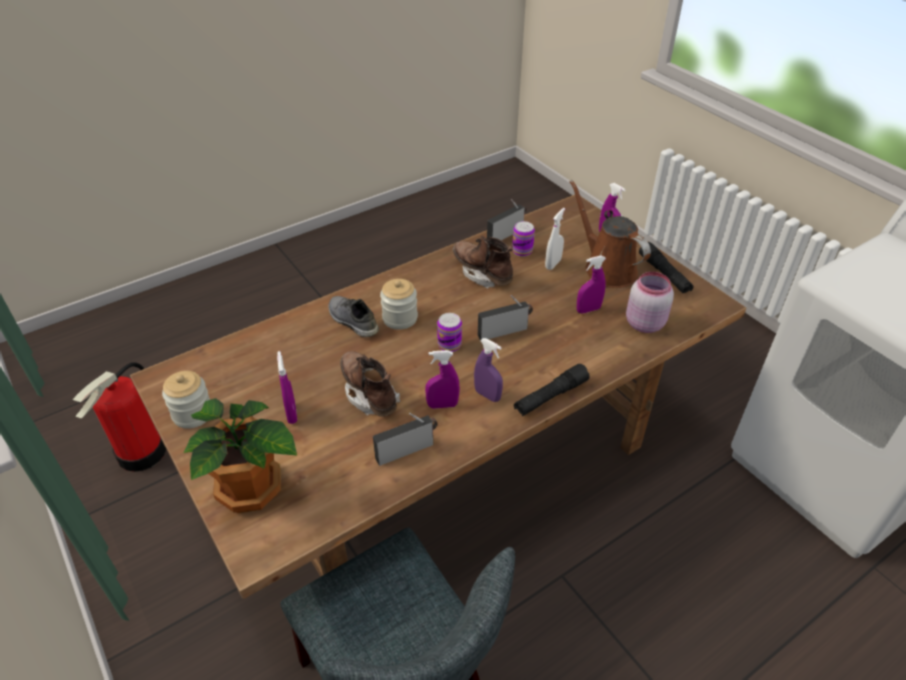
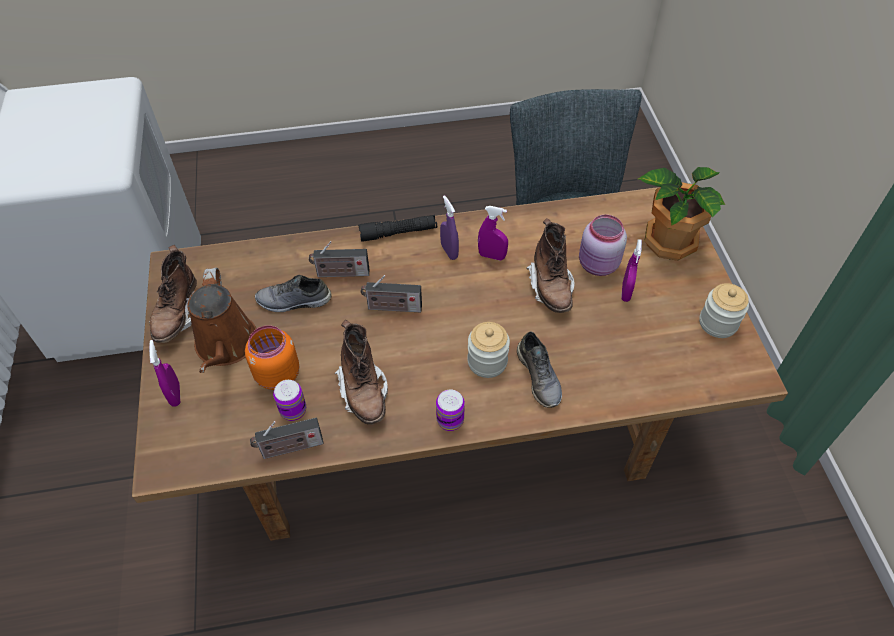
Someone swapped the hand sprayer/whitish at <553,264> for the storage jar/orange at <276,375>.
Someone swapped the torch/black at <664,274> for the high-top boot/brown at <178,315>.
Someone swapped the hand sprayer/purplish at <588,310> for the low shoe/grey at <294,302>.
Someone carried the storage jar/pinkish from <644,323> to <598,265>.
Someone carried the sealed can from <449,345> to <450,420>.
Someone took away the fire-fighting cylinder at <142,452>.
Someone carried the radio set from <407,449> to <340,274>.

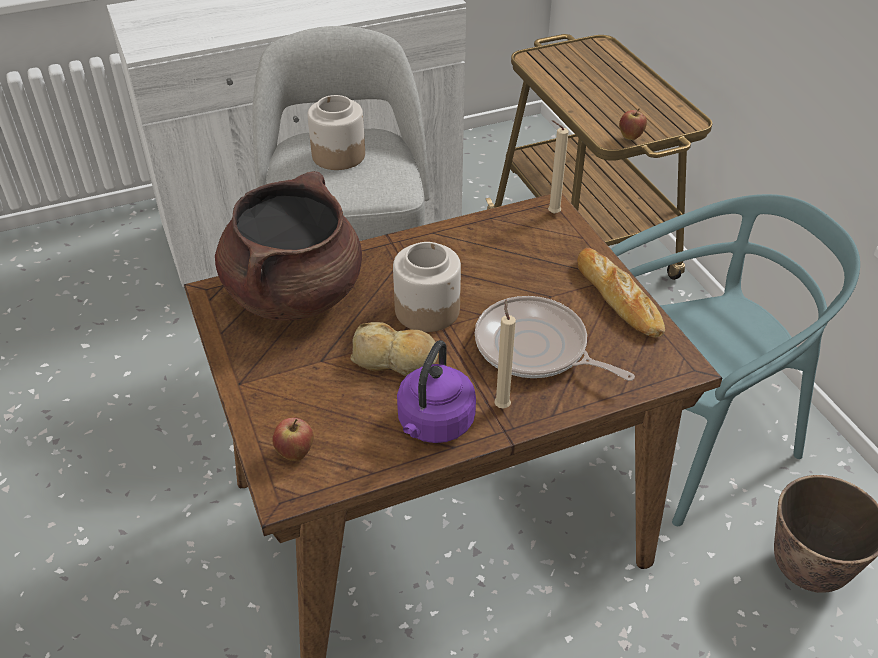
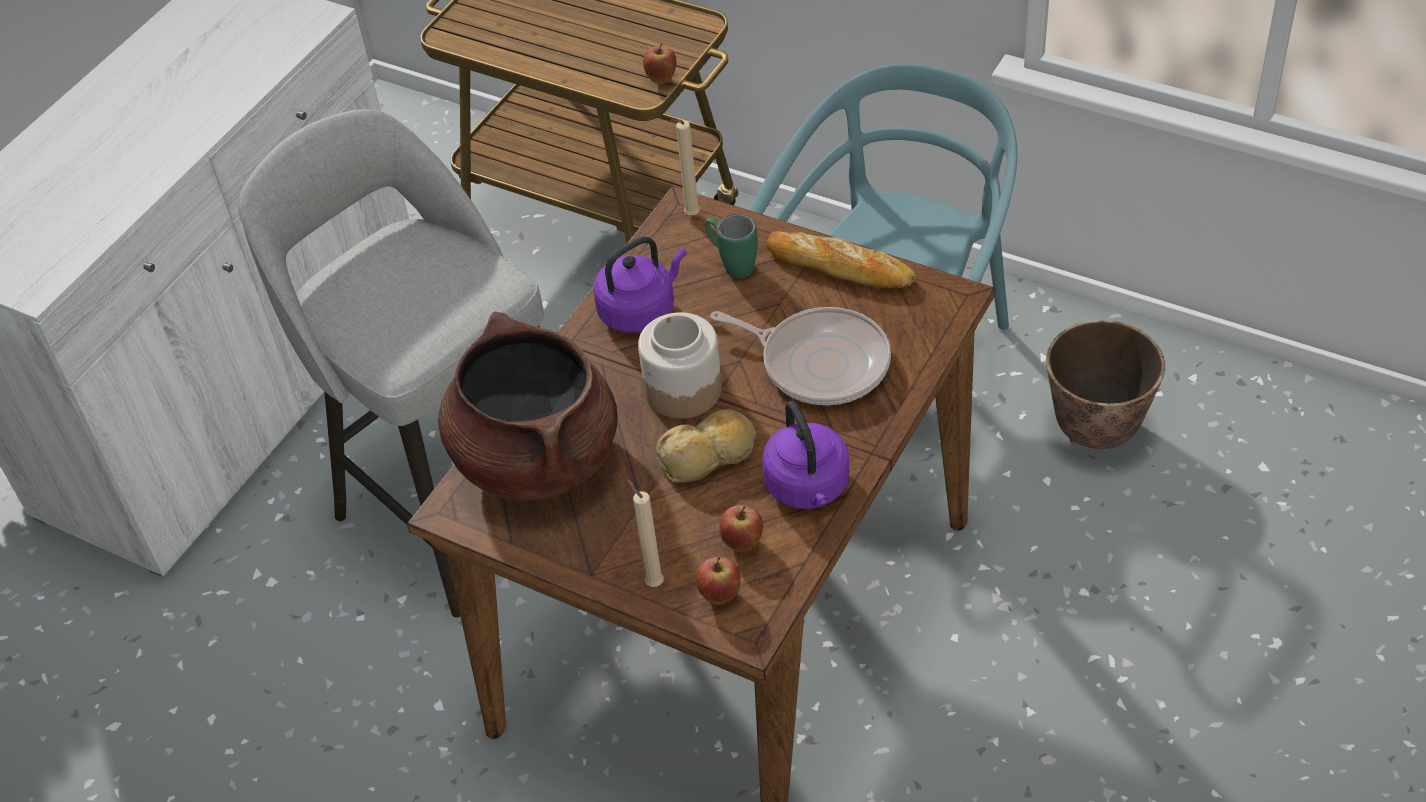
Someone took away the storage jar at <338,155>.
Someone rotated the pan at <535,348> by 150 degrees counterclockwise.
Someone carried the wax light/sand-coloured from <501,404> to <652,582>.
Someone put down the mug/green at <732,264>.
Someone put down the kettle/purplish at <640,310>.
Someone put down the whole apple at <742,543>.

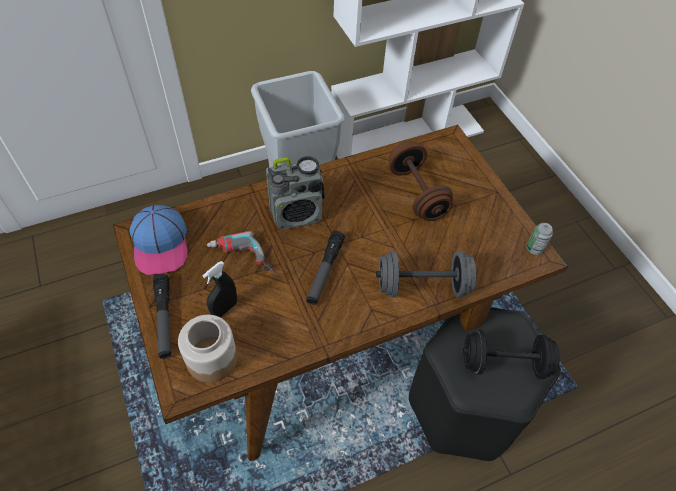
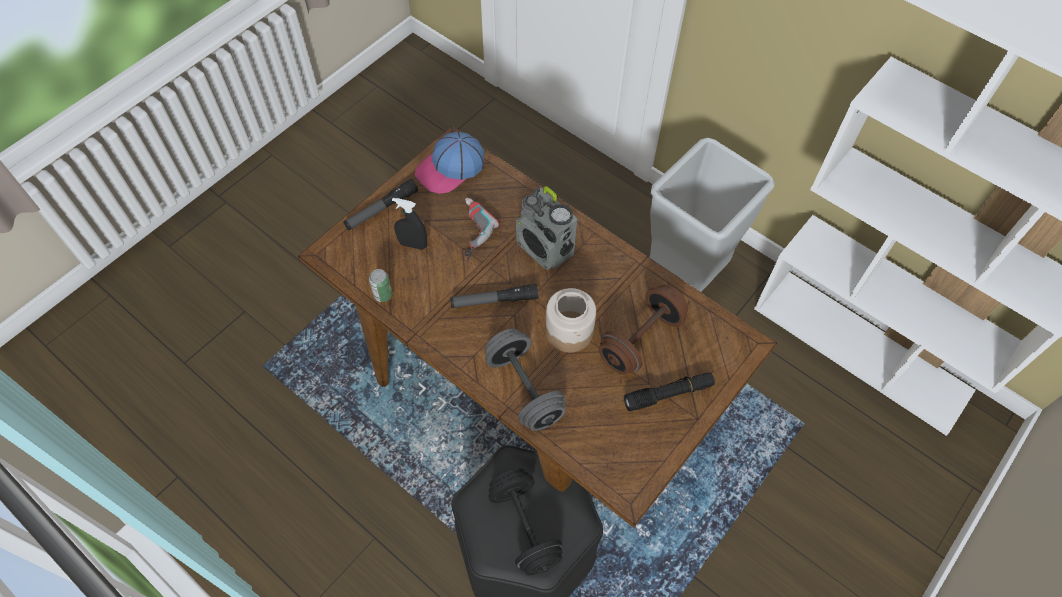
Someone carried the sealed can from <534,248> to <383,295>.
Someone carried the storage jar from <212,358> to <569,331>.
Someone put down the torch/black at <668,394>.

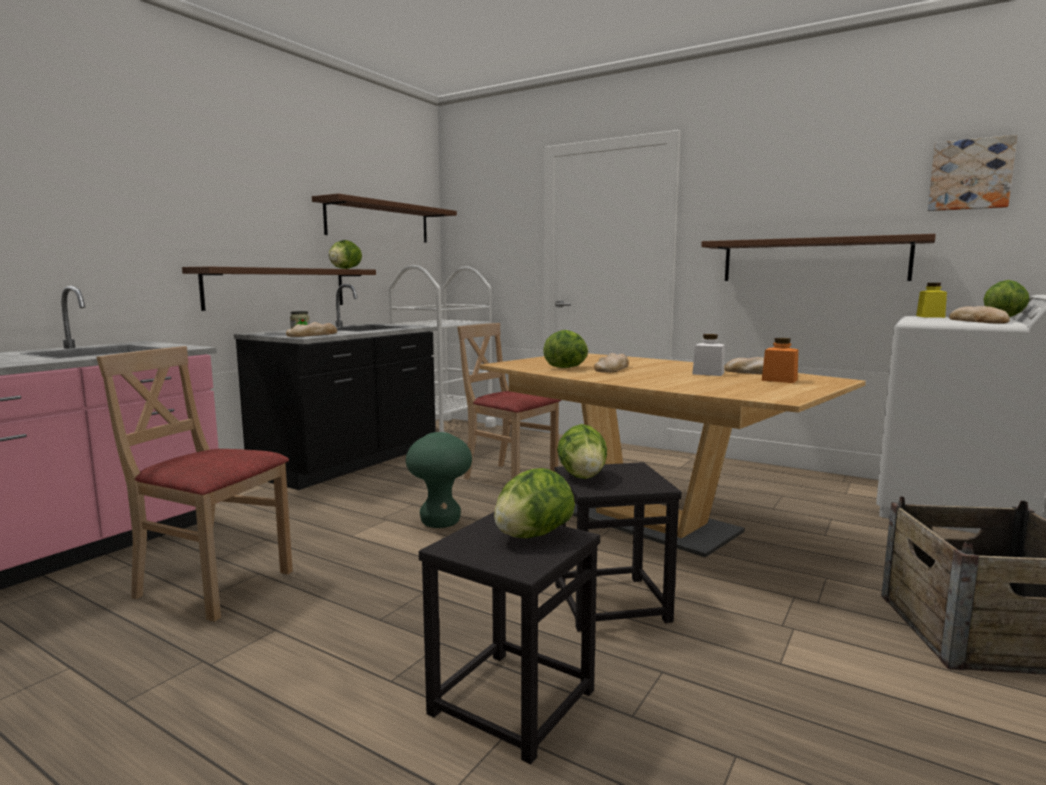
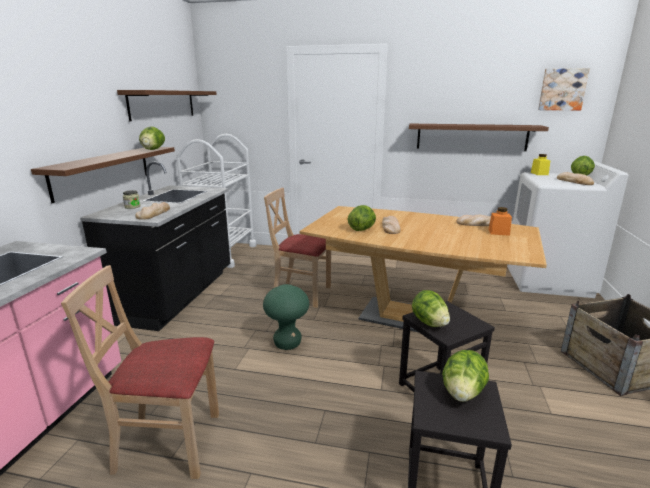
Someone took away the storage jar/whitish at <708,373>.

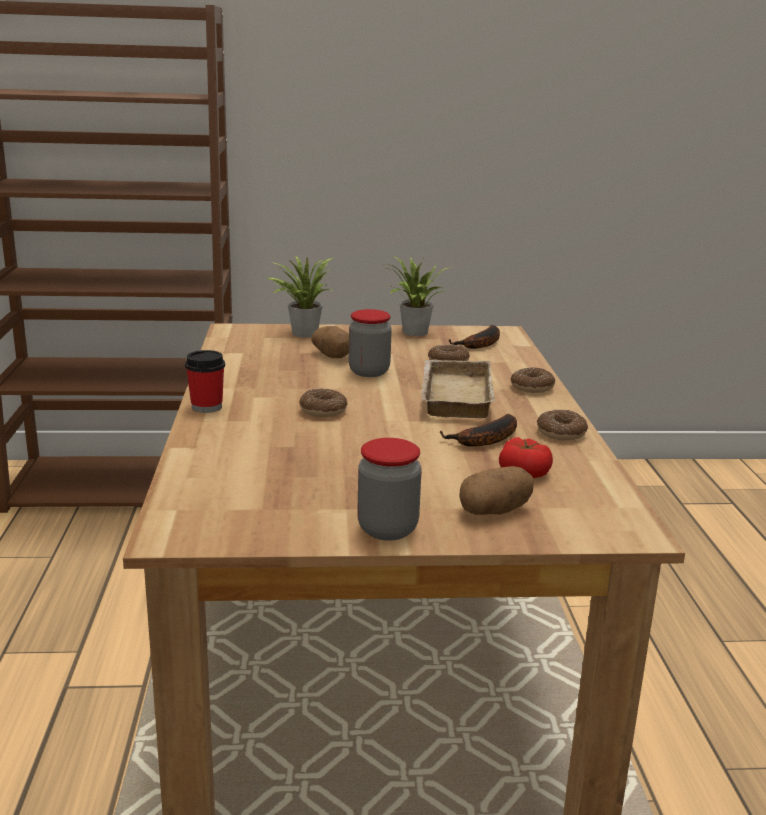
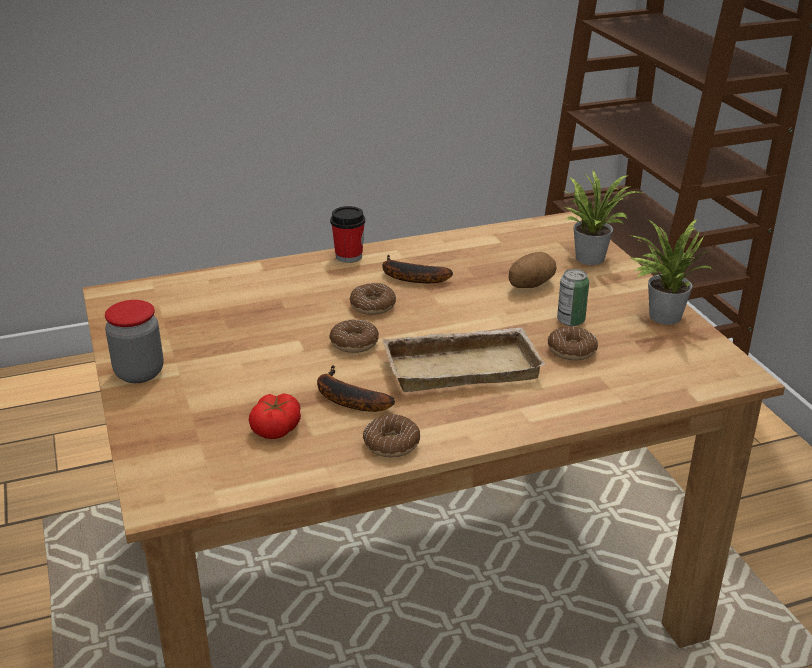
Someone took away the storage jar at <369,372>.
Someone carried the banana fruit from <481,344> to <409,277>.
Someone carried the donut from <532,387> to <354,343>.
Someone took away the spud at <494,511>.
Someone put down the sealed can at <570,321>.

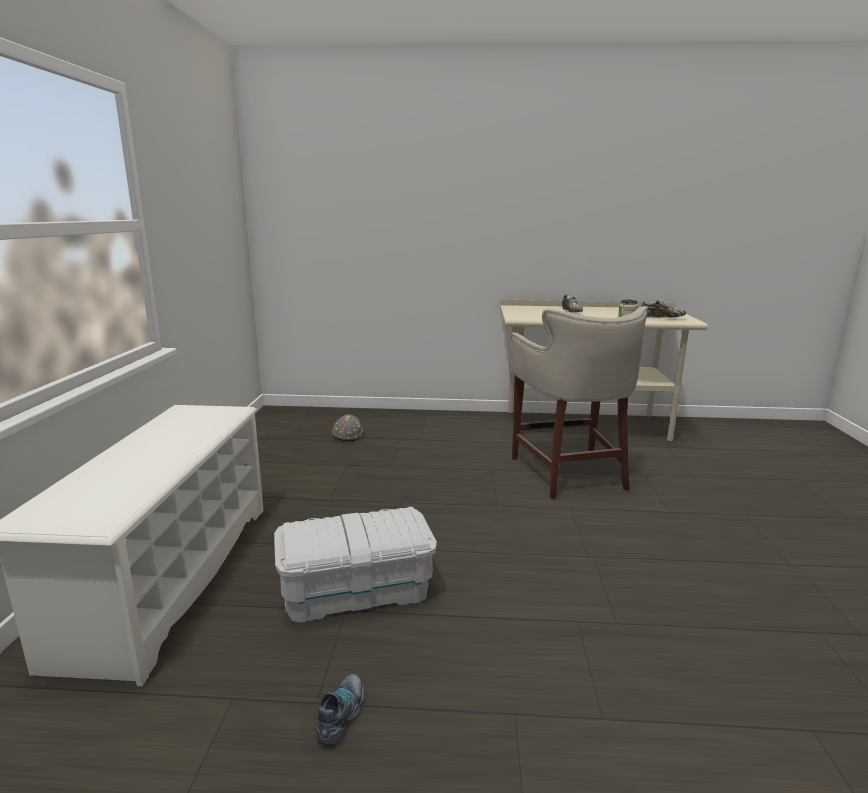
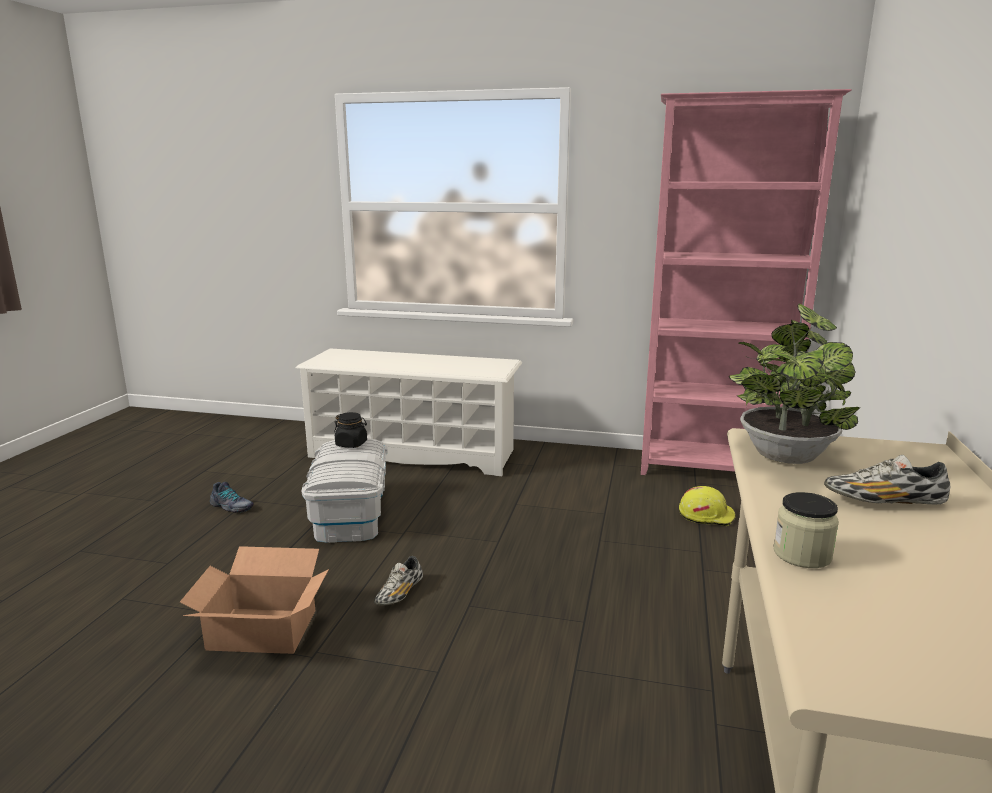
Someone carried the low shoe from <661,318> to <399,594>.
Someone took away the sitting stool/sand-coloured at <569,472>.
Someone repainted the safety helmet/grey at <347,435>, which became the safety helmet/yellow-coloured at <706,515>.
Someone put down the bookcase/pinkish at <712,470>.
Someone put down the potted plant at <785,453>.
Someone put down the storage jar/black at <351,444>.
Someone put down the carton at <263,631>.

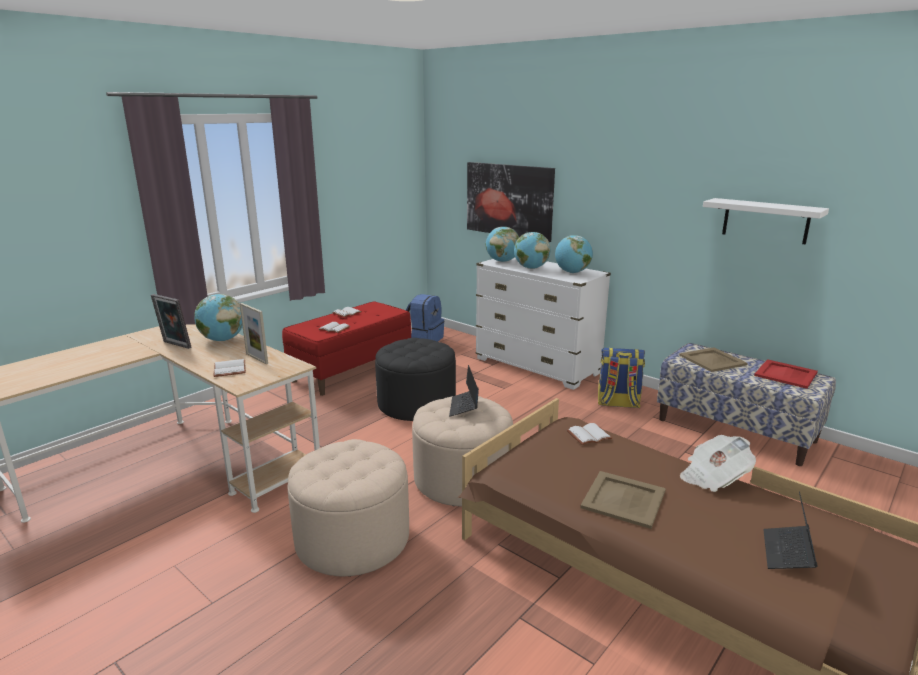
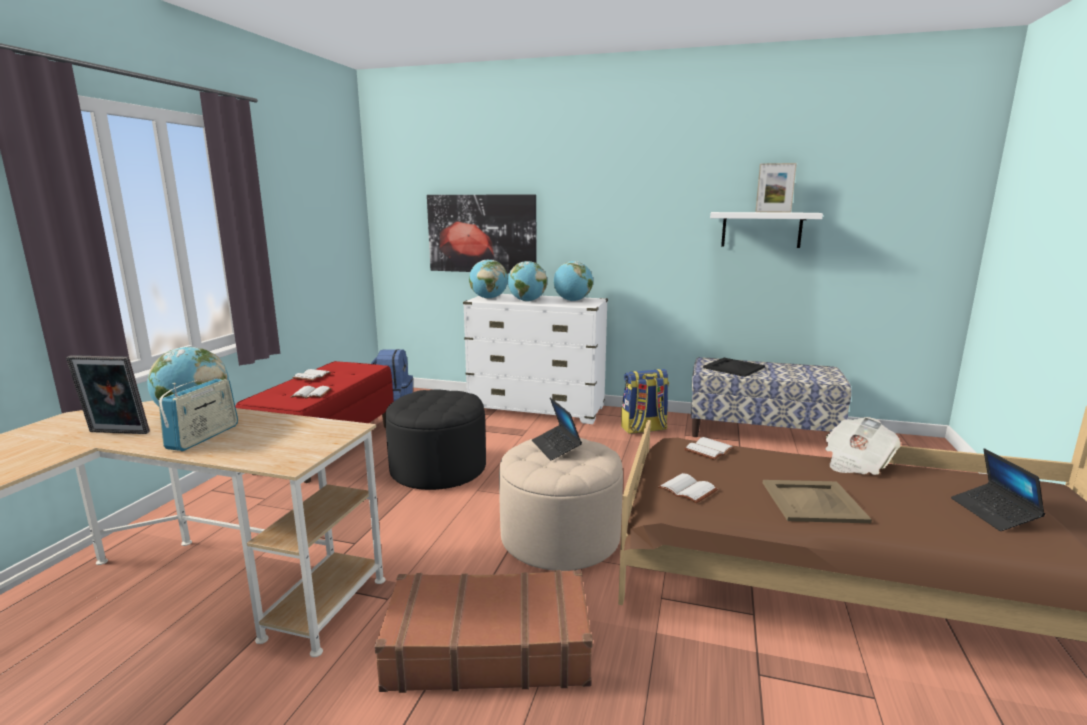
Someone carried the picture frame from <257,358> to <773,212>.
Someone repainted the serving tray/sand-coloured at <712,360>, which became the serving tray/black at <733,367>.
Someone carried the volume/whitish from <231,369> to <689,489>.
Someone took away the serving tray/reddish at <785,374>.
Someone swapped the pouffe/sand-coloured at <352,538> for the travel case/brown at <488,647>.
Someone put down the radio set at <203,437>.

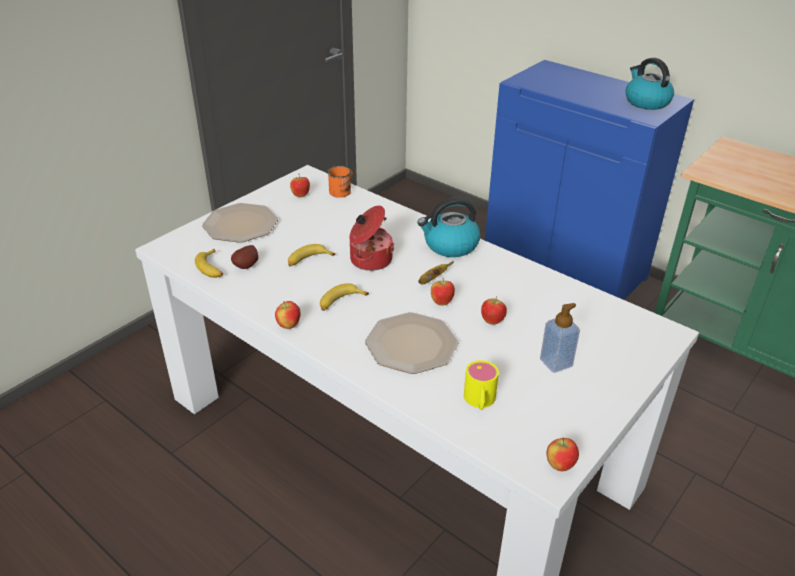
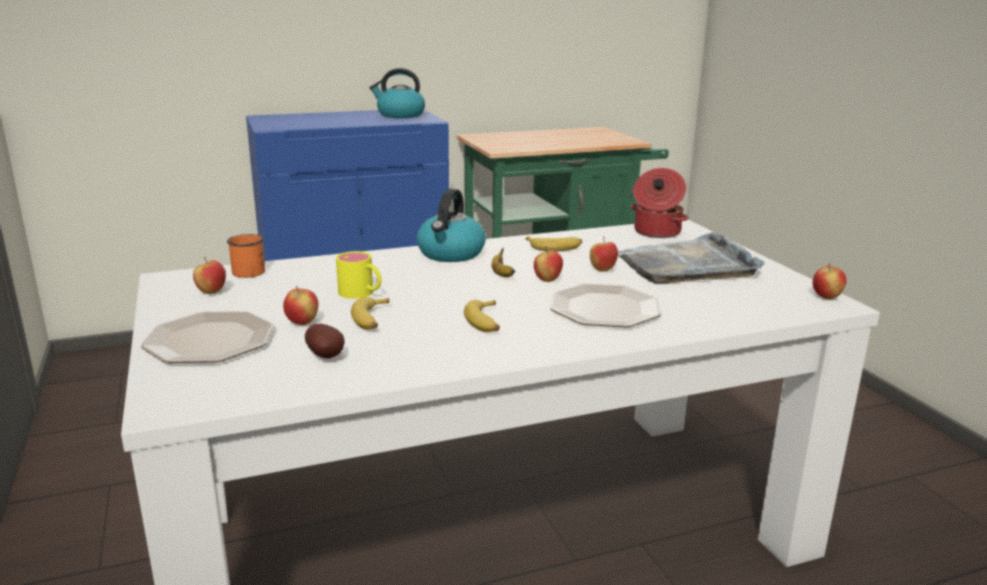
Someone carried the cooking pot from <369,259> to <656,232>.
Someone carried the banana fruit from <212,268> to <555,247>.
Someone carried the whole apple from <288,325> to <302,323>.
Someone swapped the soap dispenser at <556,363> for the serving tray/grey at <687,265>.
Someone carried the mug/yellow-coloured from <479,402> to <362,293>.

